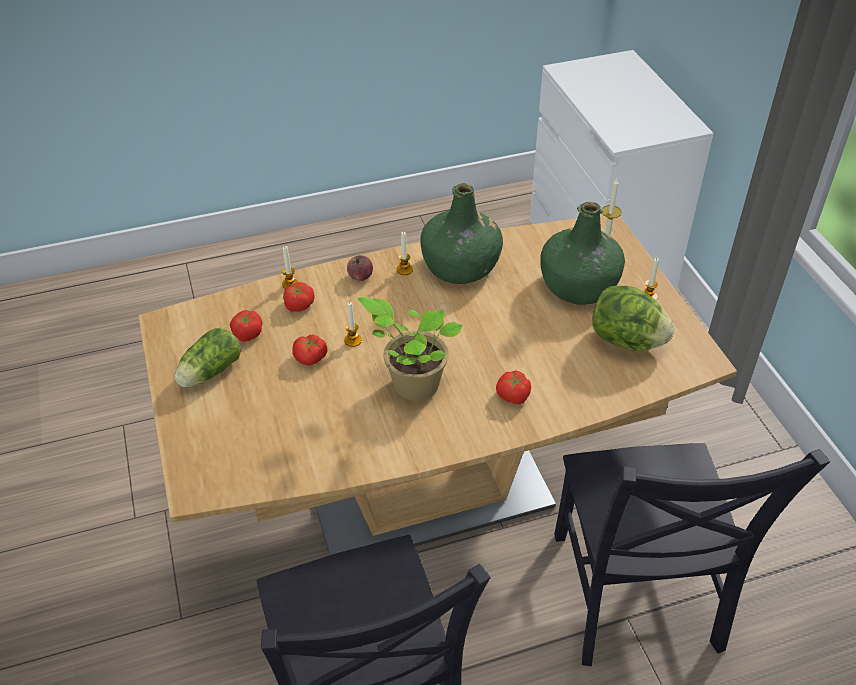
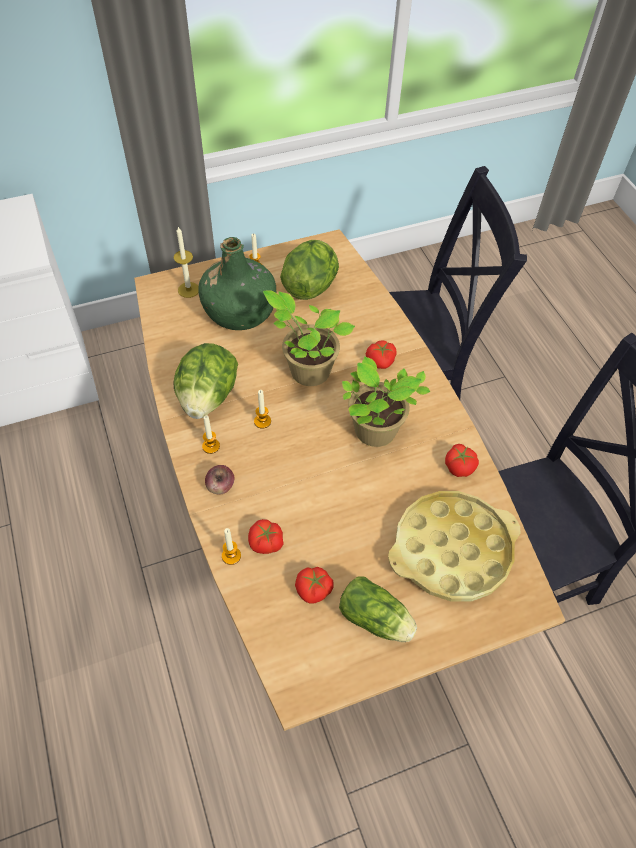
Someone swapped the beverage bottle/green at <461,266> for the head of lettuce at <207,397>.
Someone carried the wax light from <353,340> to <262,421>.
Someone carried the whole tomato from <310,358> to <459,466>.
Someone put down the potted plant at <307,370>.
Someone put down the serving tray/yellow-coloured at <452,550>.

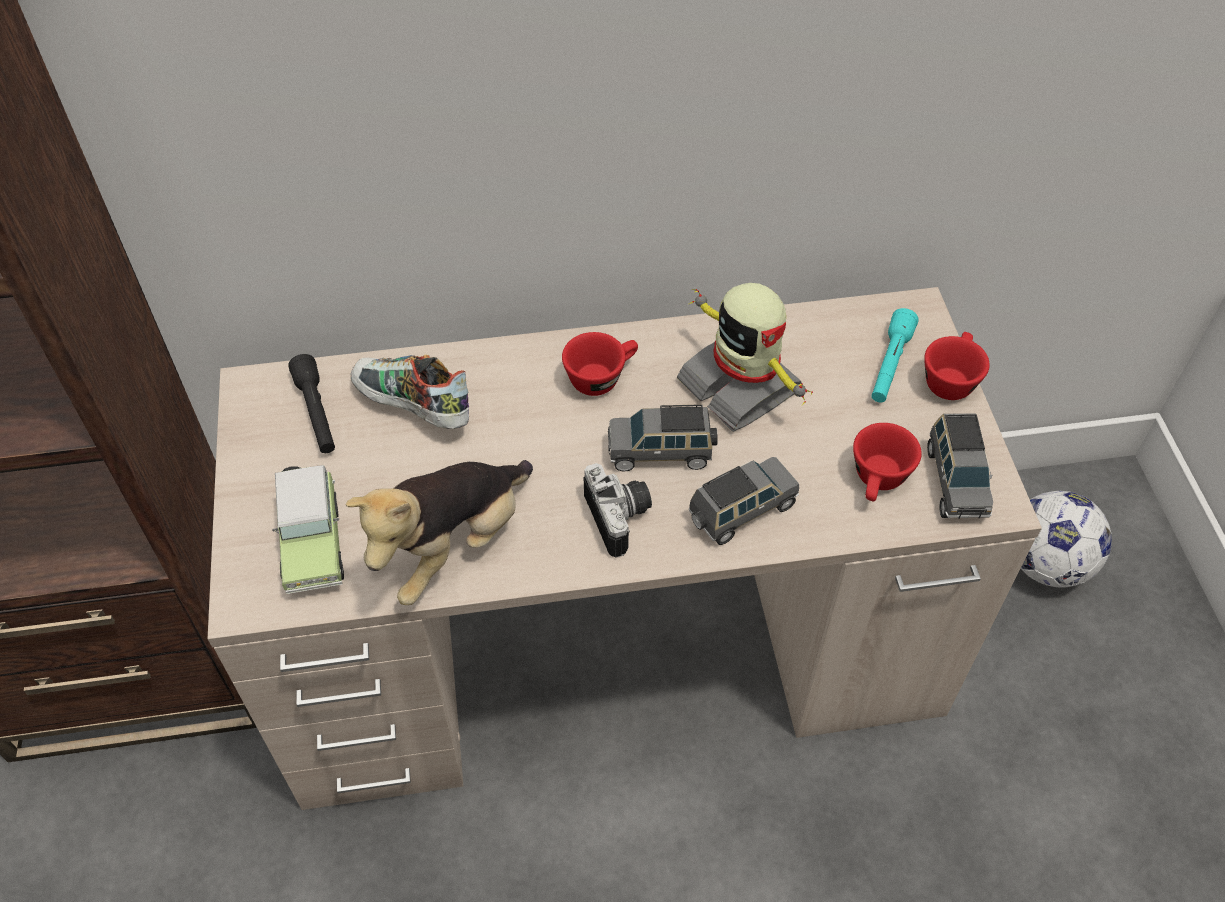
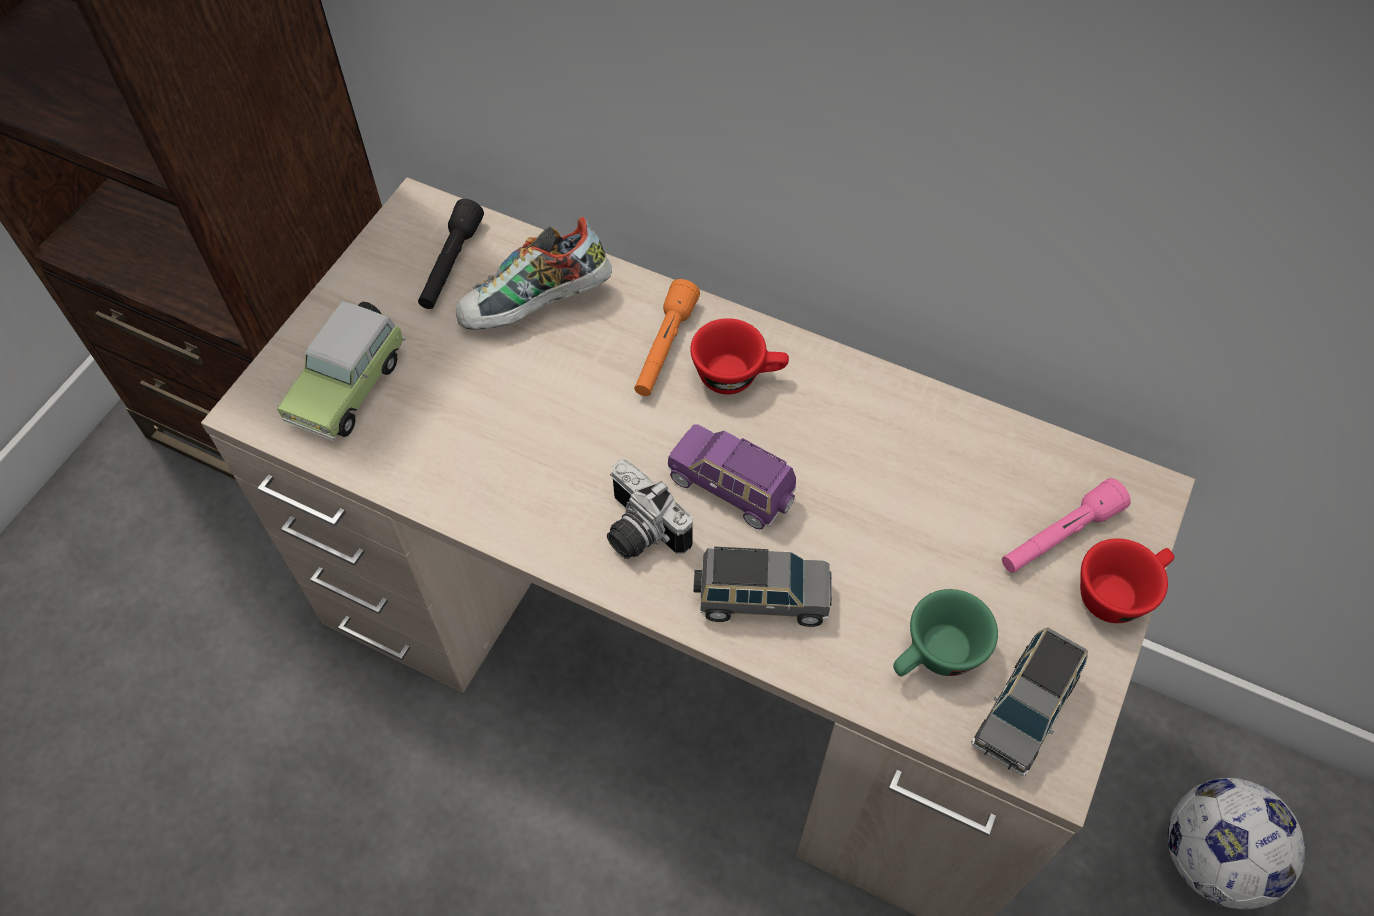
Someone took away the model robot at <741,384>.
Someone repainted the torch/turquoise-coloured at <890,365>, which became the torch/pinkish at <1059,536>.
Someone rotated the low shoe at <412,408> by 90 degrees counterclockwise.
Someone repainted the miniature car/grey at <661,452>, which became the miniature car/purplish at <732,488>.
Someone repainted the small cup/reddish at <878,481>, which became the small cup/green at <935,657>.
Someone took away the cuddly toy at <452,546>.
Someone rotated the photo camera at <622,518> by 120 degrees clockwise.
Someone put down the torch/orange at <664,348>.

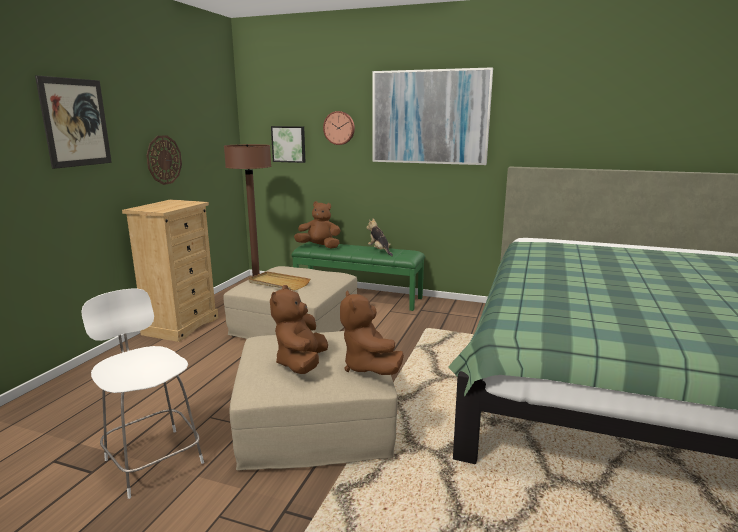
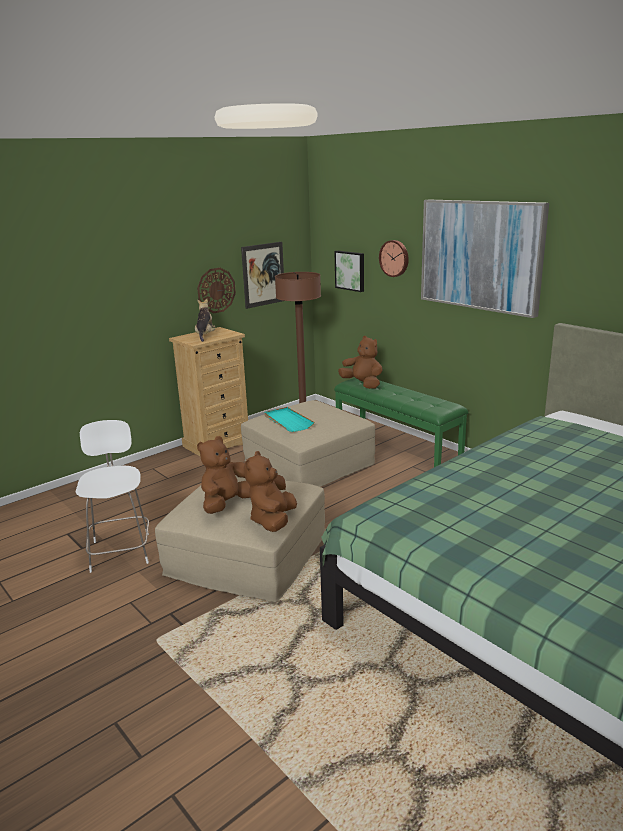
Someone carried the picture from <76,122> to <263,274>.
Someone carried the cuddly toy from <379,251> to <205,335>.
Someone repainted the serving tray/sand-coloured at <278,283>, which became the serving tray/turquoise-coloured at <287,421>.

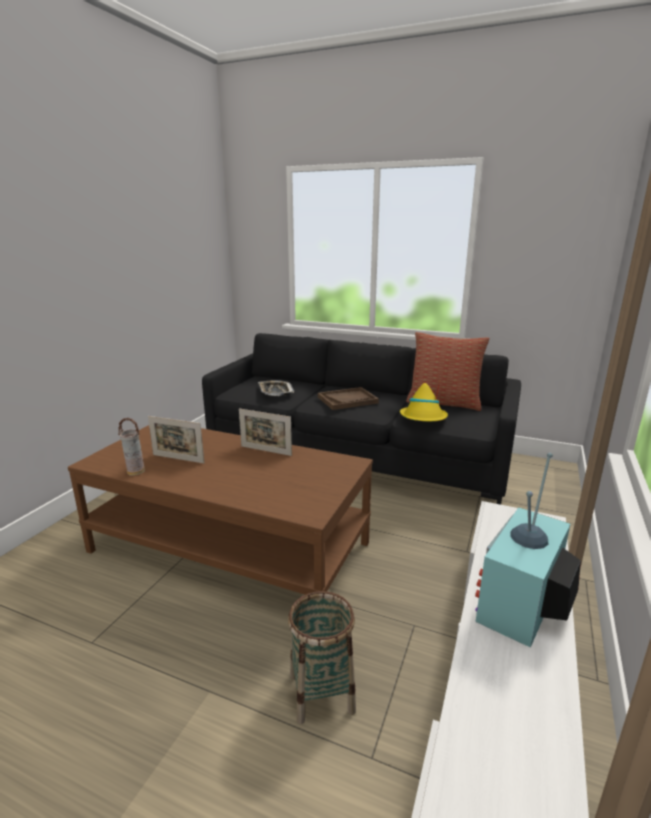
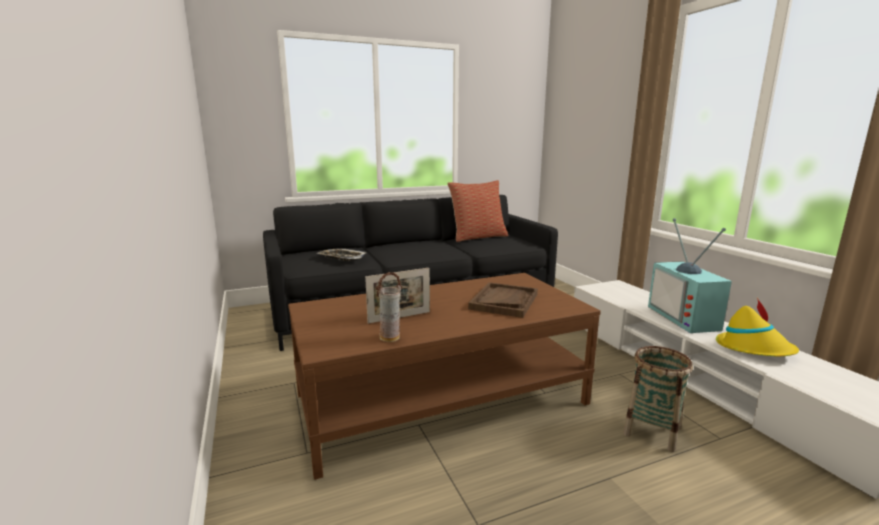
Someone carried the clothing hat/yellow-coloured from <423,418> to <753,349>.
Someone carried the serving tray/brown from <347,400> to <504,301>.
Someone took away the picture frame at <266,450>.

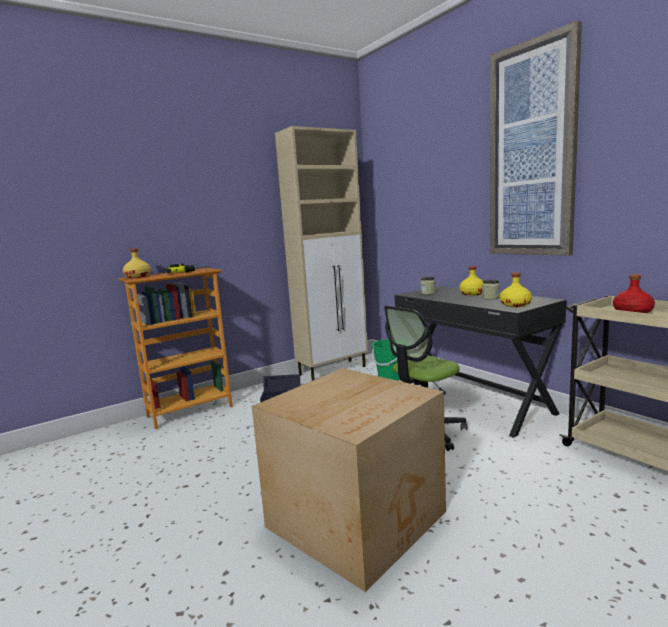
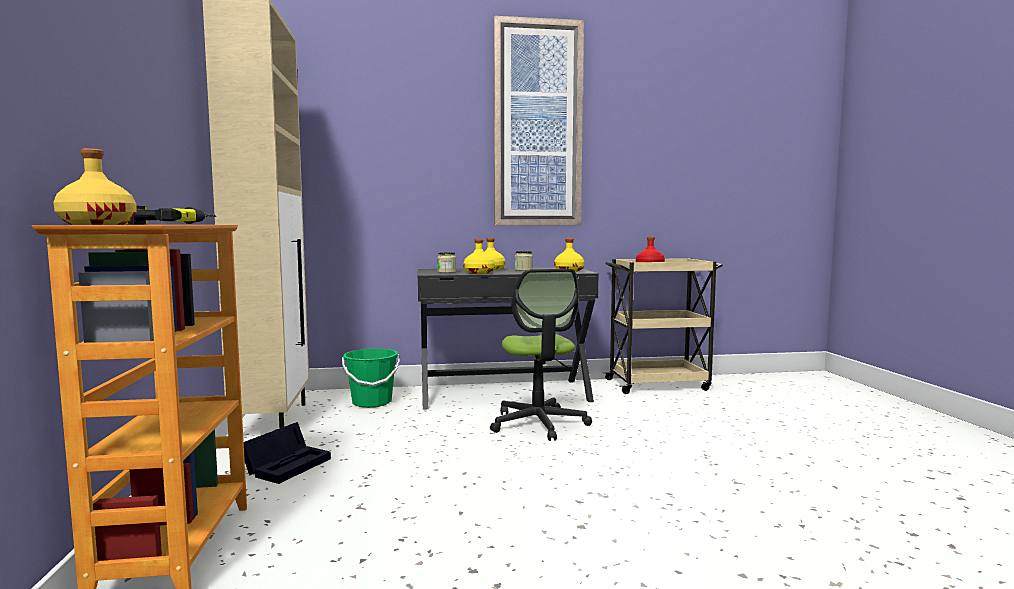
Someone took away the carton at <358,519>.
Someone put down the beverage bottle/yellow-coloured at <479,272>.

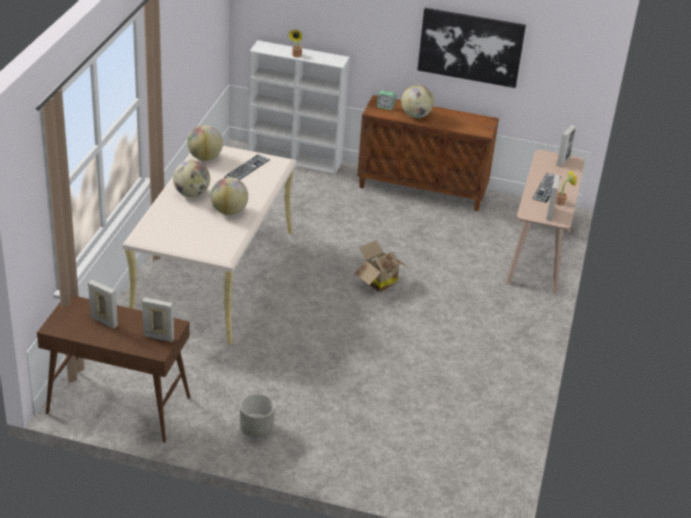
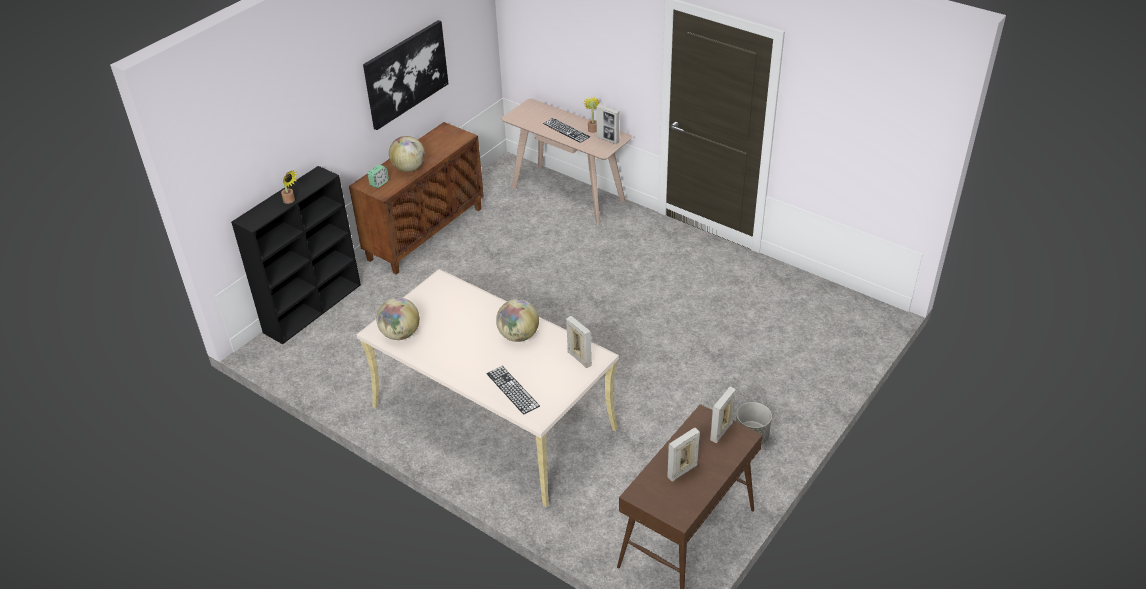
Someone repainted the bookcase/whitish at <295,159>, which became the bookcase/black at <313,307>.
Someone carried the picture frame from <563,161> to <579,358>.
Someone carried the computer keyboard from <247,168> to <512,390>.
Someone took away the globe at <191,194>.
Someone took away the carton at <377,282>.

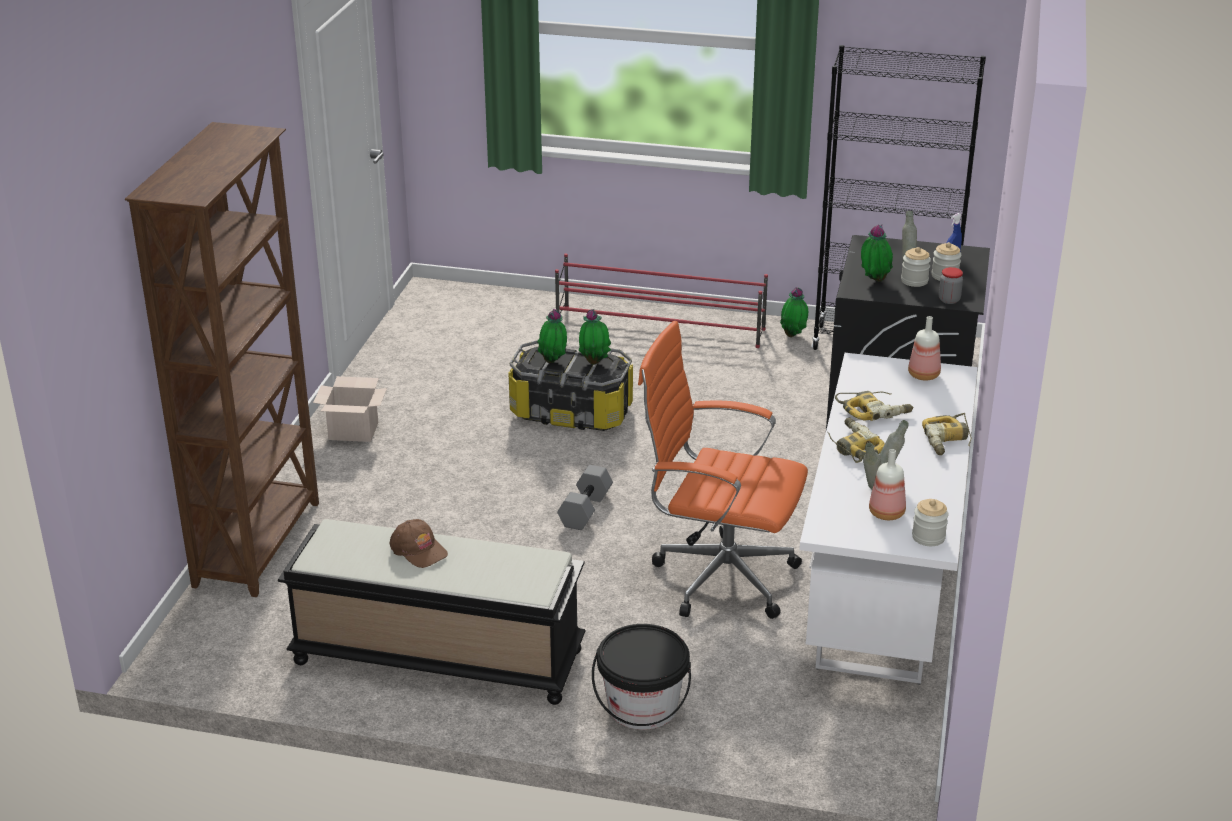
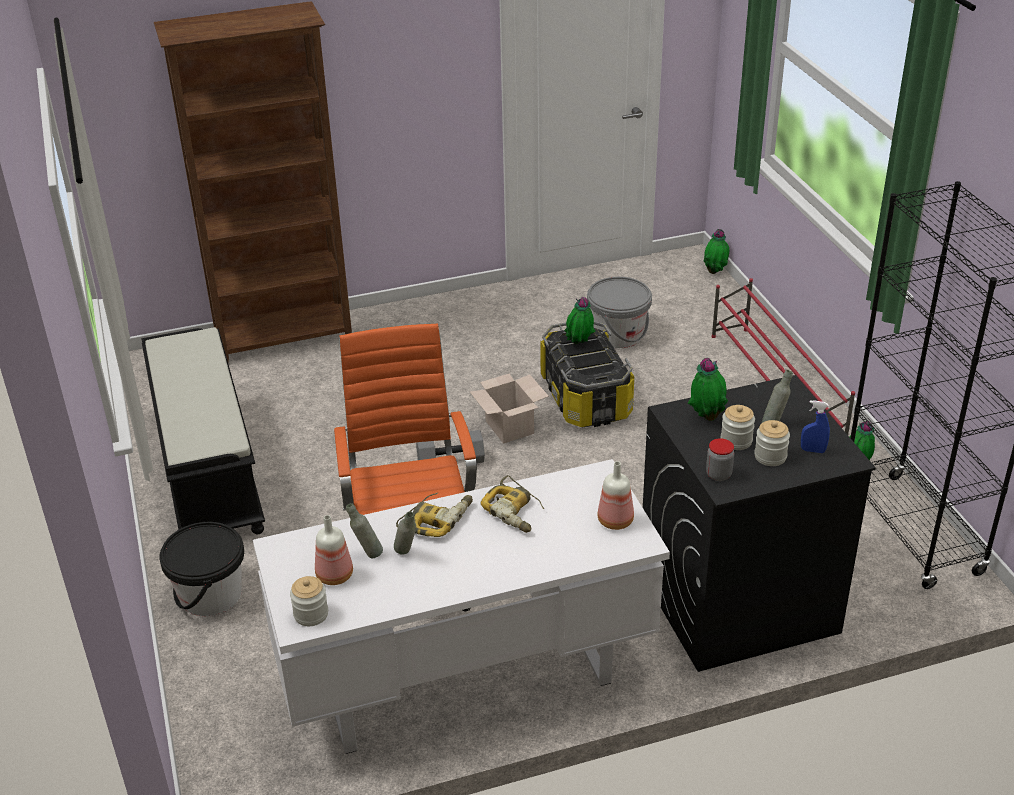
Someone carried the potted plant from <594,361> to <715,272>.
Someone carried the carton from <355,431> to <511,427>.
Someone took away the drill at <948,440>.
Someone took away the cap/brown at <418,550>.
Someone put down the pail/grey at <618,335>.

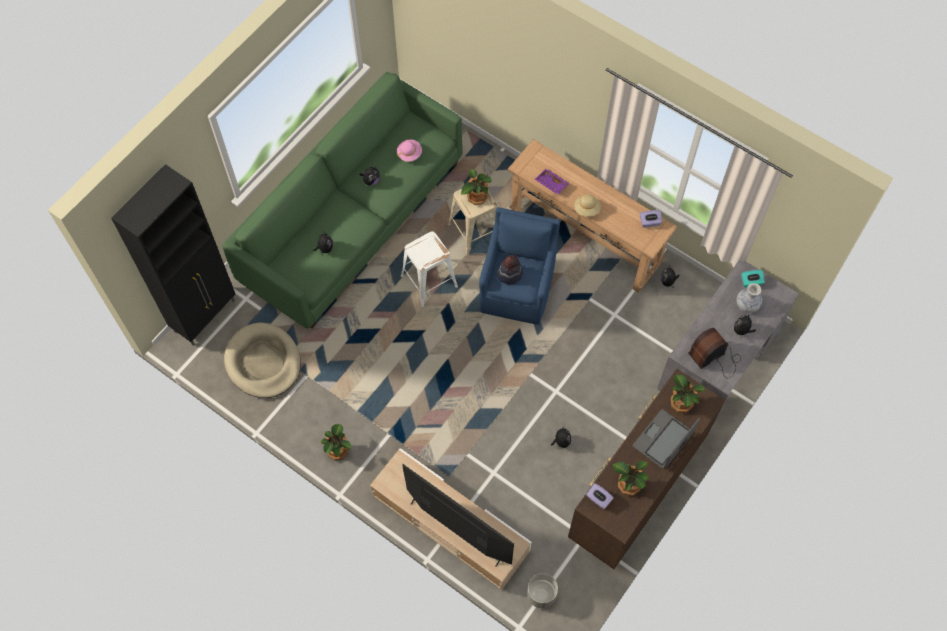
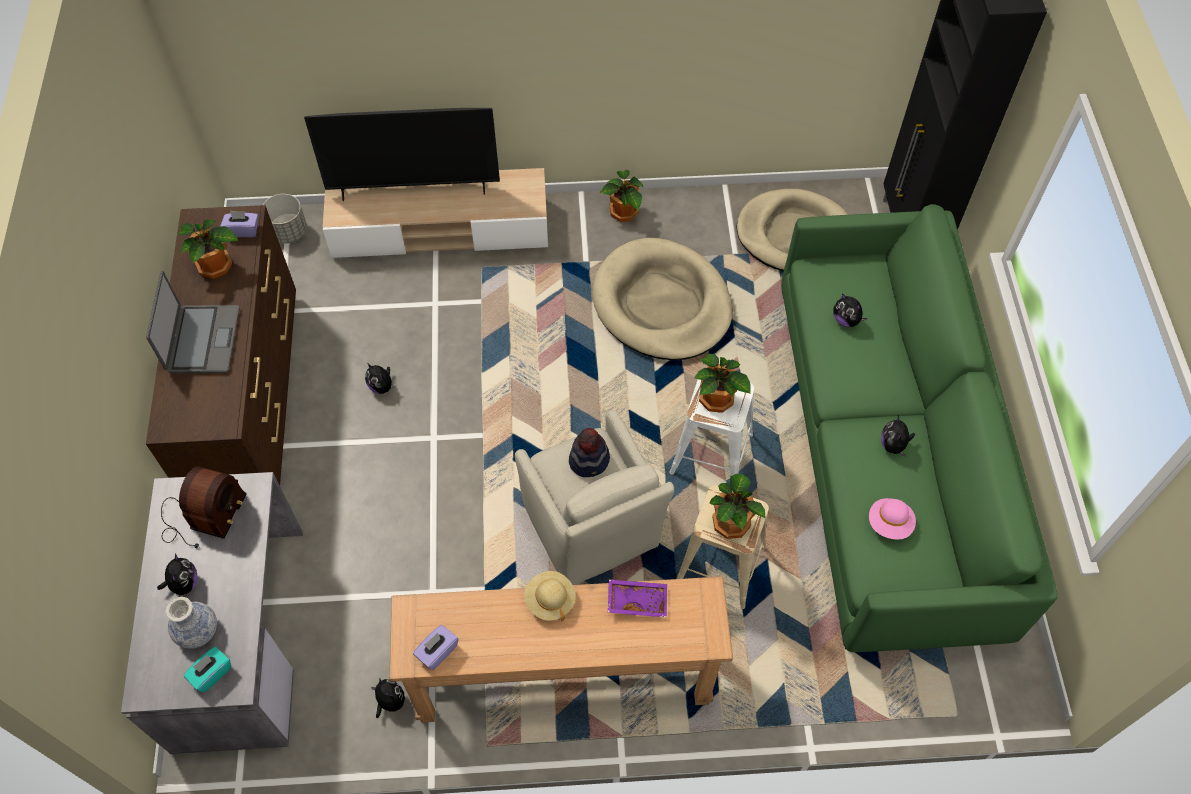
Someone repainted the easy chair/blue at <517,289>, which became the easy chair/sand-coloured at <591,529>.
Someone carried the potted plant from <681,402> to <717,400>.
Someone put down the dog bed/sand-coloured at <662,304>.

